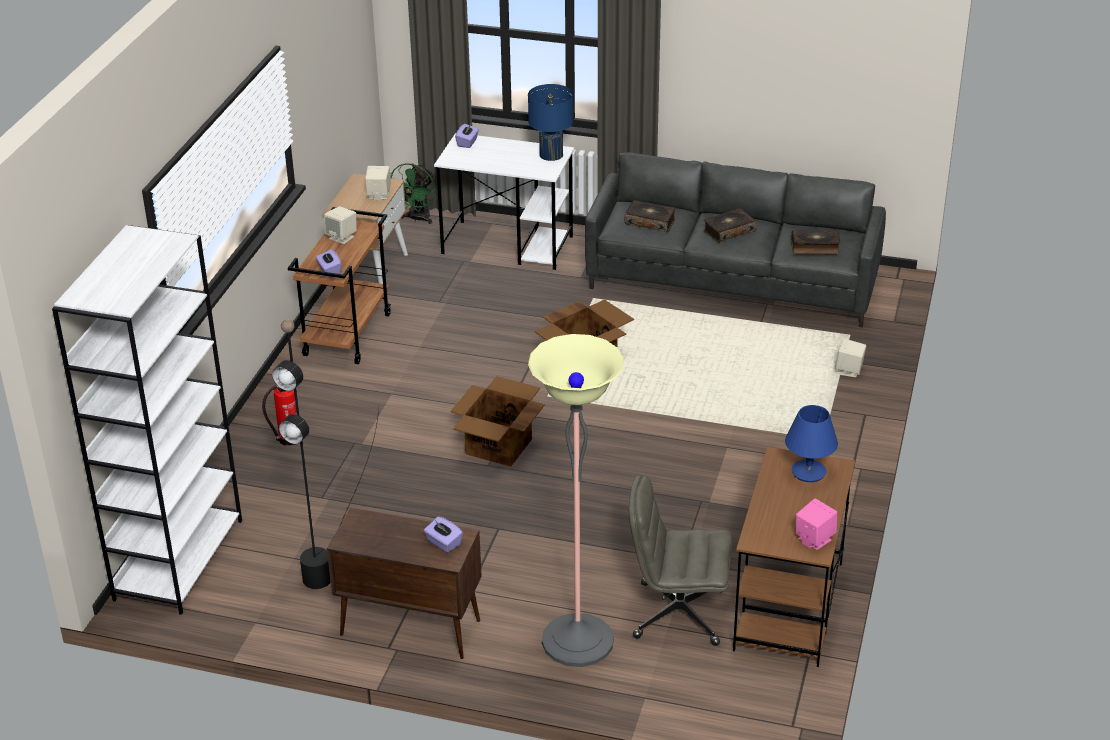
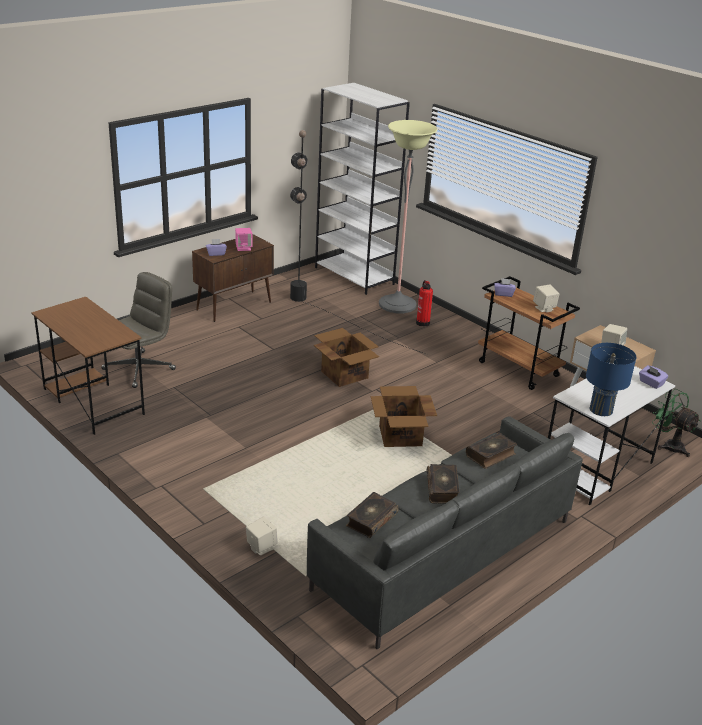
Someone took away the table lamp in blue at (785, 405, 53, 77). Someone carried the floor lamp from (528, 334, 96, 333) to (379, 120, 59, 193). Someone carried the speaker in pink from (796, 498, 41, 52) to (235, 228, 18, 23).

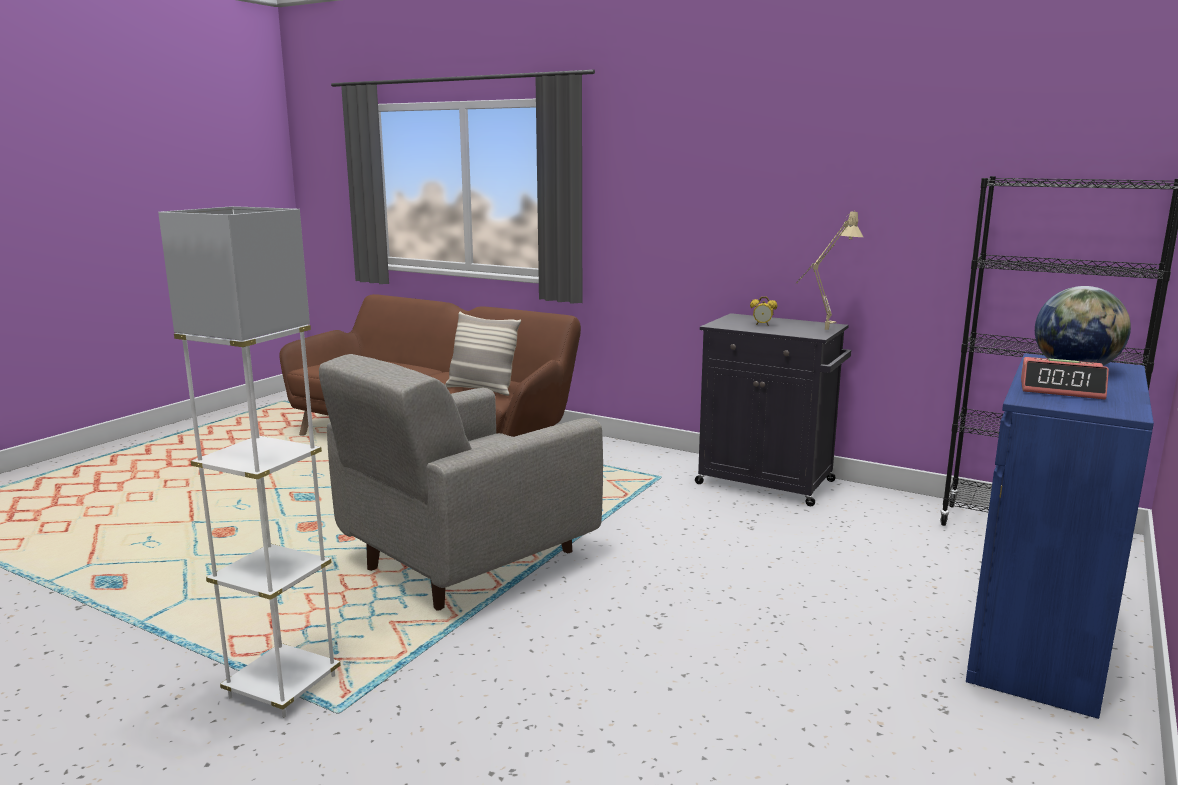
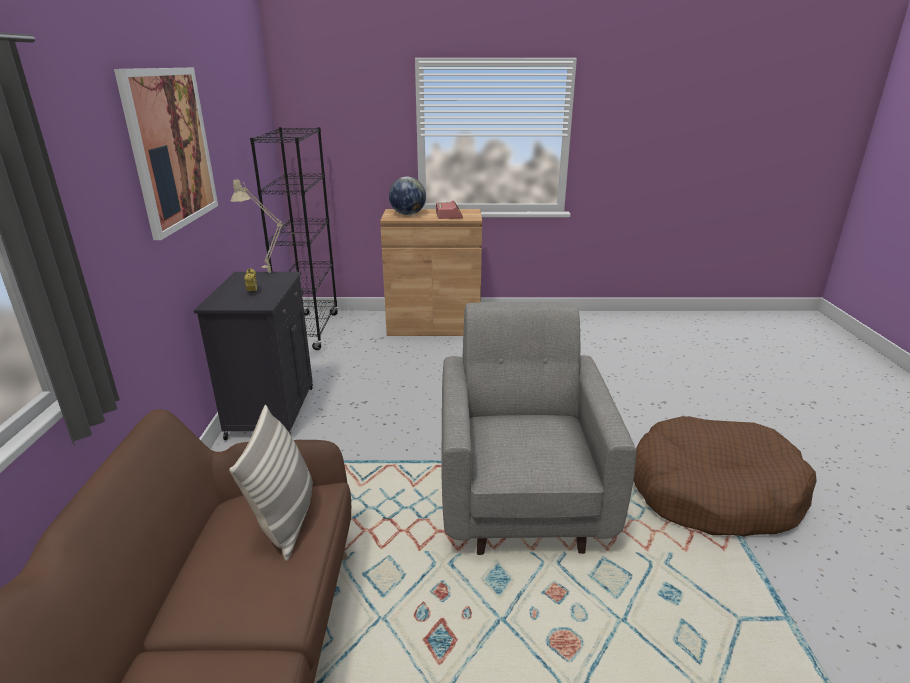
Someone put up the picture at (114, 68, 104, 172). Someone swapped the floor lamp in white at (158, 206, 183, 511) for the dog bed in brown at (634, 416, 183, 120). Someone repainted the cabinet in blue at (966, 353, 188, 366), which became the cabinet in brown at (380, 209, 102, 127). Someone rotated the armchair in grey at (319, 354, 284, 257) by 105 degrees counterclockwise.

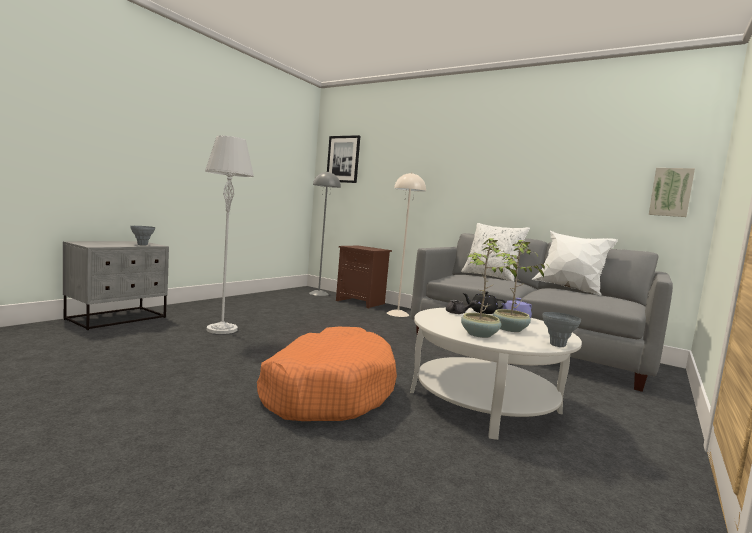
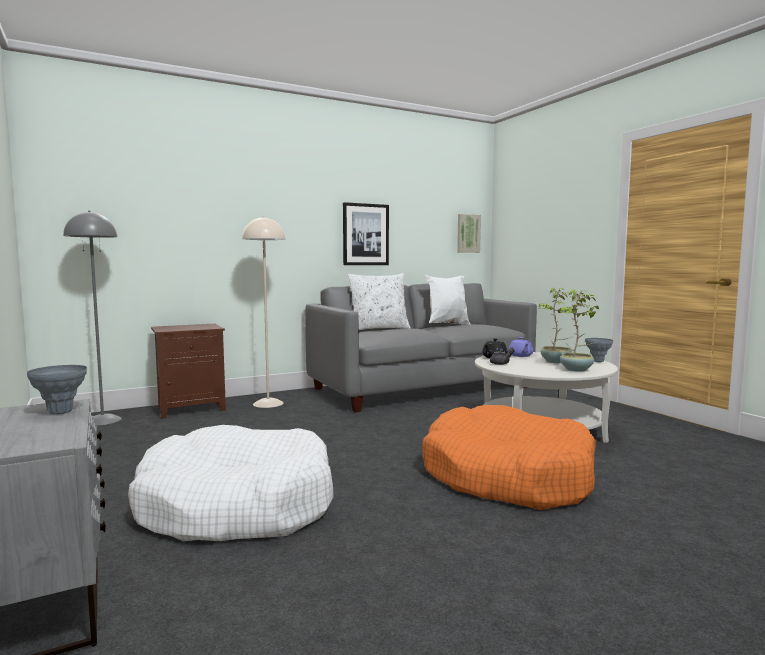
Someone carried the picture from (327, 135, 33, 48) to (343, 202, 46, 63). Someone swapped the floor lamp in grey at (205, 135, 49, 199) for the dog bed in white at (128, 425, 205, 116).

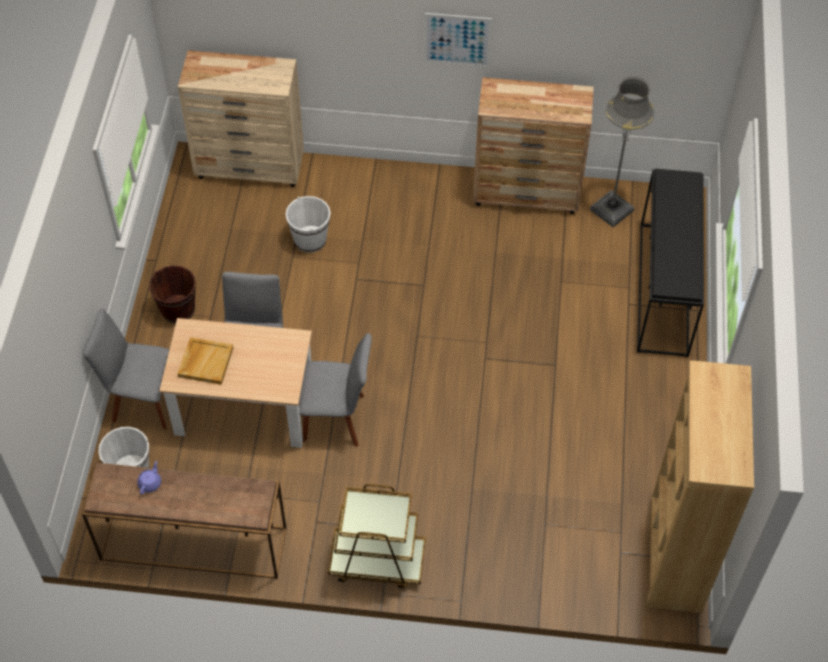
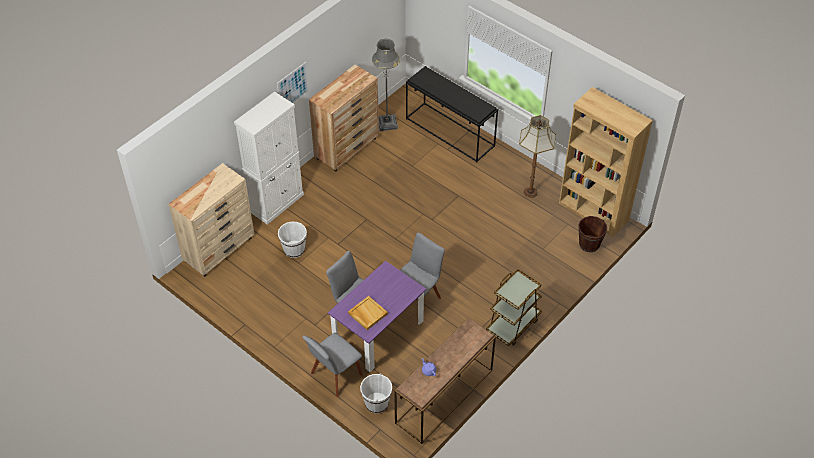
Someone put down the cabinet in white at (234, 92, 70, 132). Someone put down the floor lamp at (519, 115, 37, 83). Someone carried the bucket in brown from (149, 266, 47, 57) to (578, 216, 29, 36). Someone repainted the dining table in beige at (159, 318, 153, 130), which became the dining table in purple at (328, 261, 98, 111).

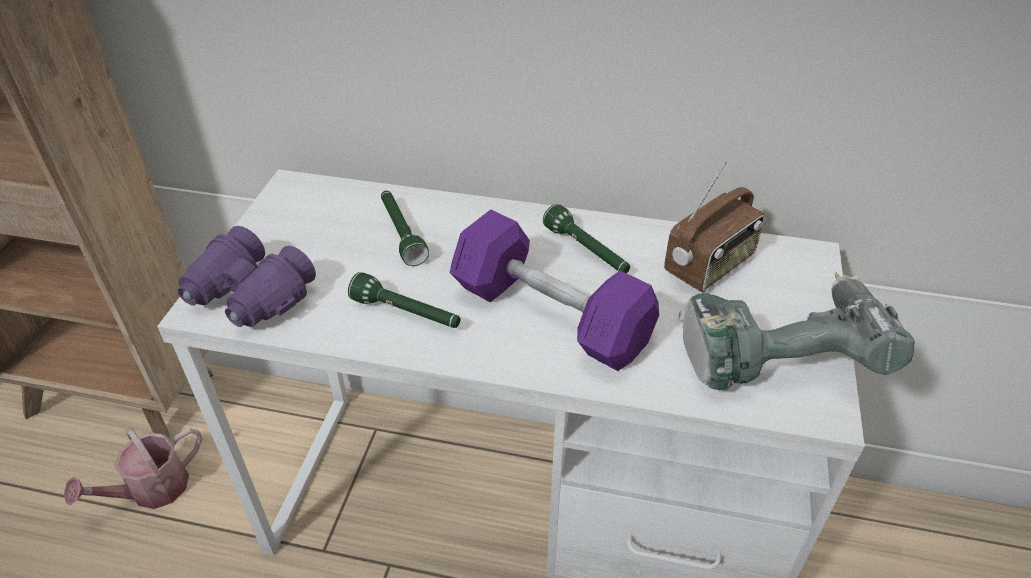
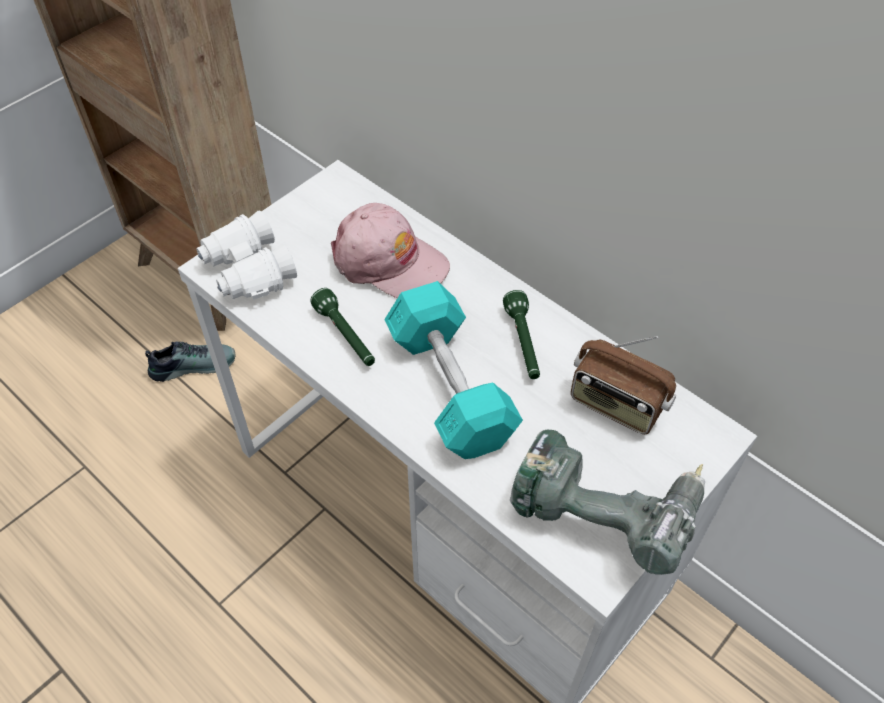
Someone swapped the watering can at (64, 427, 138, 82) for the shoe at (145, 341, 90, 41). Someone swapped the flashlight in green at (381, 191, 48, 75) for the cap in pink at (331, 203, 119, 95). Someone repainted the binoculars in purple at (178, 226, 138, 101), which became the binoculars in white at (196, 210, 101, 90). Someone repainted the dumbbell in purple at (450, 209, 209, 162), which became the dumbbell in turquoise at (384, 281, 139, 178). Someone rotated the radio at (664, 161, 101, 131) by 45 degrees clockwise.

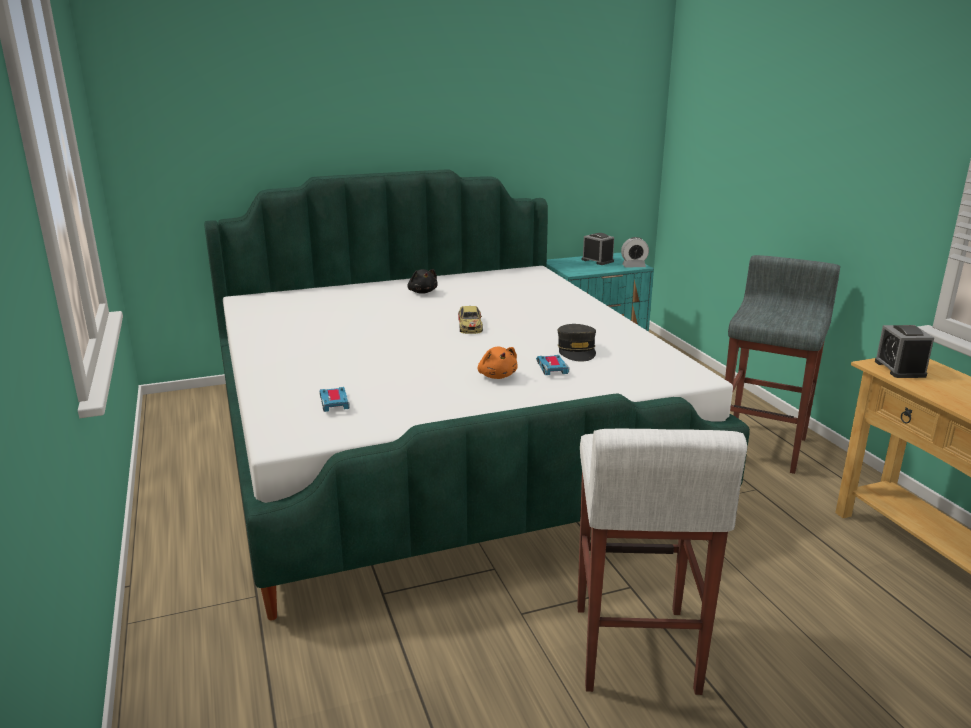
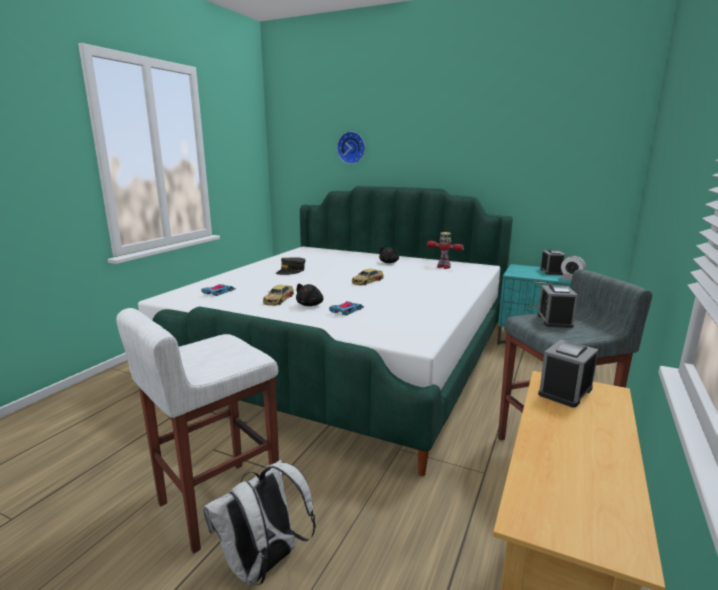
Someone put down the backpack in white at (203, 460, 113, 125). Someone put down the toy car at (263, 285, 31, 21). Someone put up the wall clock at (337, 132, 28, 32). Someone put down the toy robot at (427, 232, 37, 37). Someone put down the alarm clock at (538, 285, 40, 43). Someone carried the cap in grey from (558, 324, 38, 37) to (276, 257, 30, 18). Someone repainted the plush toy in orange at (478, 347, 40, 32), which became the plush toy in black at (296, 283, 27, 23).

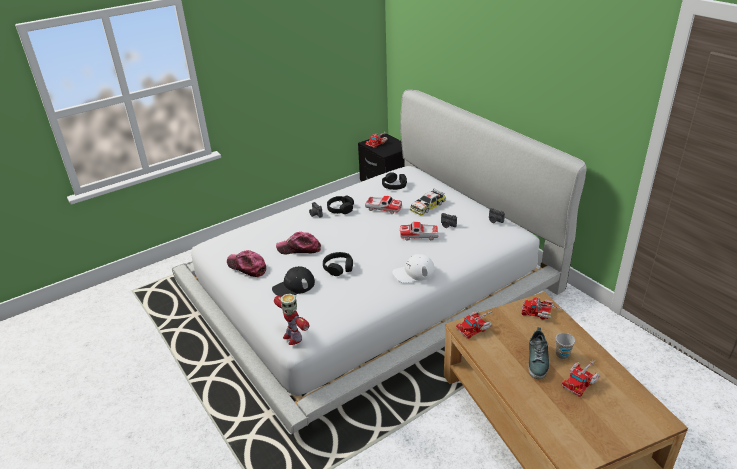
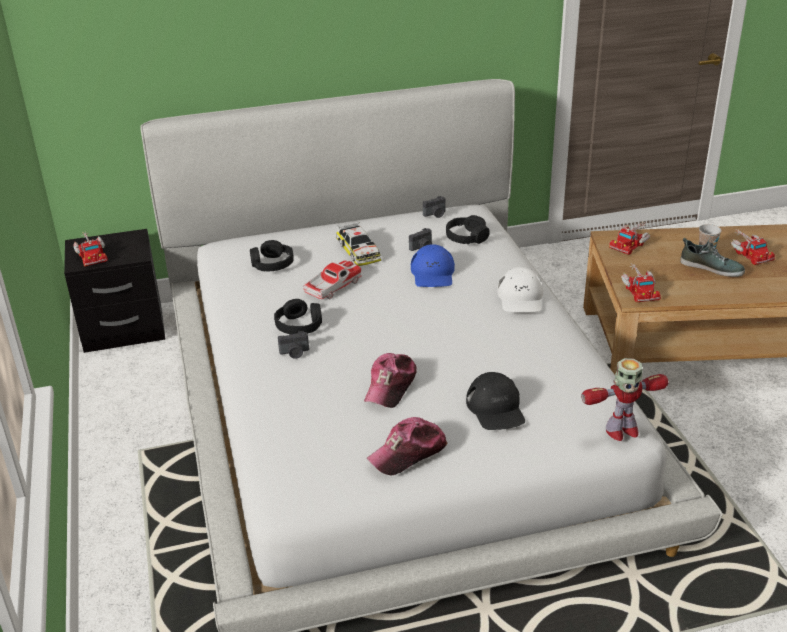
Someone carried the headphones in black from (323, 252, 30, 24) to (446, 215, 44, 29). Someone swapped the toy car at (400, 222, 39, 19) for the cap in blue at (411, 244, 44, 43).

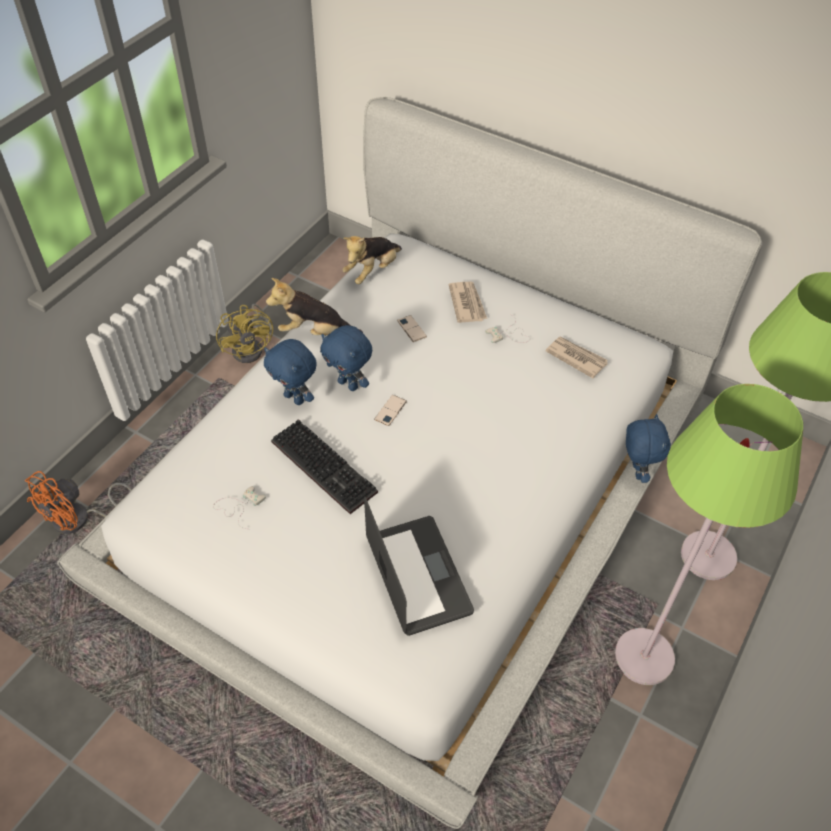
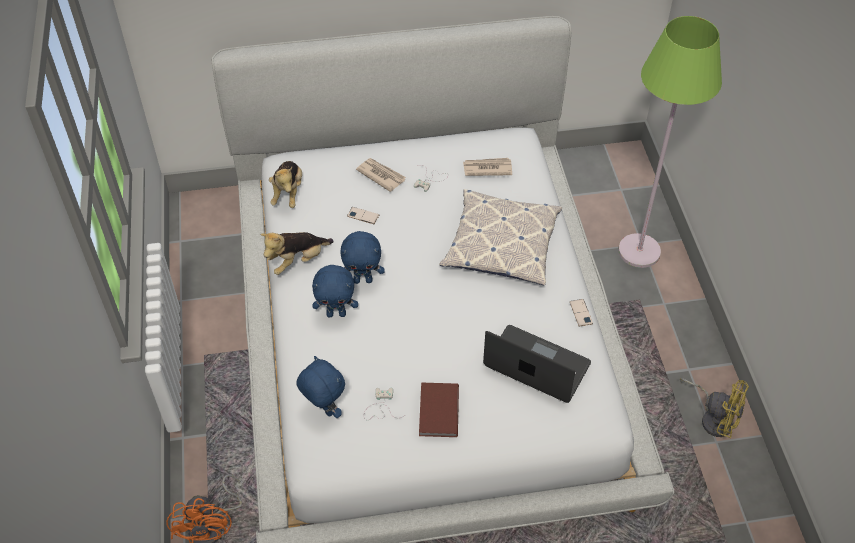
Someone took away the keyboard at (271, 419, 107, 95). Someone took away the floor lamp in green at (615, 384, 188, 301). Someone put down the book in brown at (419, 382, 40, 55). Someone put down the pillow at (439, 189, 123, 97). Someone carried the fan in yellow from (216, 304, 57, 59) to (680, 378, 69, 60). Someone carried the phone from (374, 395, 33, 31) to (570, 299, 23, 28). Someone carried the plush toy in blue from (626, 414, 45, 69) to (296, 356, 49, 62).

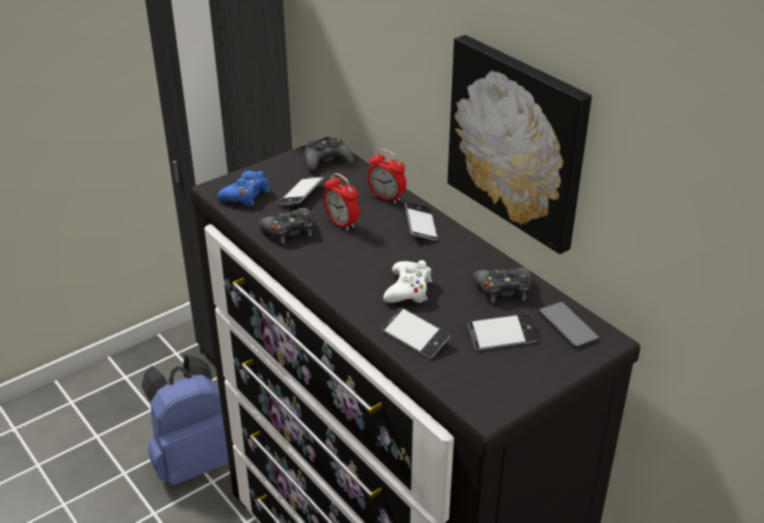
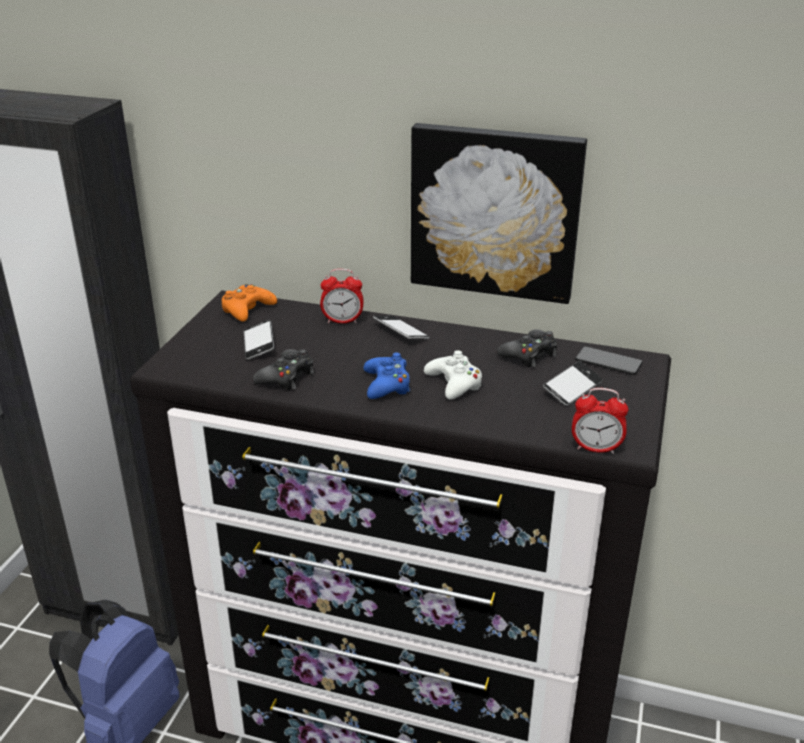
Someone took away the phone at (382, 307, 68, 52). Someone carried the game controller in blue from (217, 171, 53, 35) to (363, 352, 48, 47). Someone carried the alarm clock from (323, 173, 37, 58) to (572, 388, 56, 66). Someone repainted the game controller in black at (305, 138, 49, 33), which became the game controller in orange at (221, 284, 56, 38).

